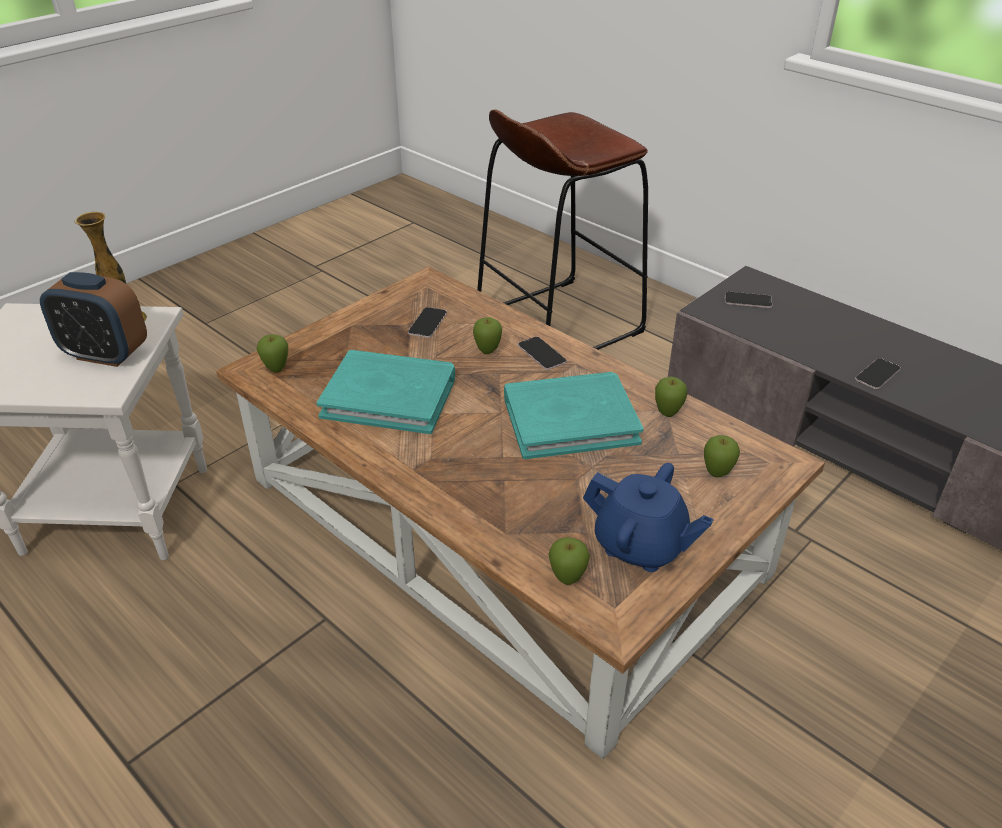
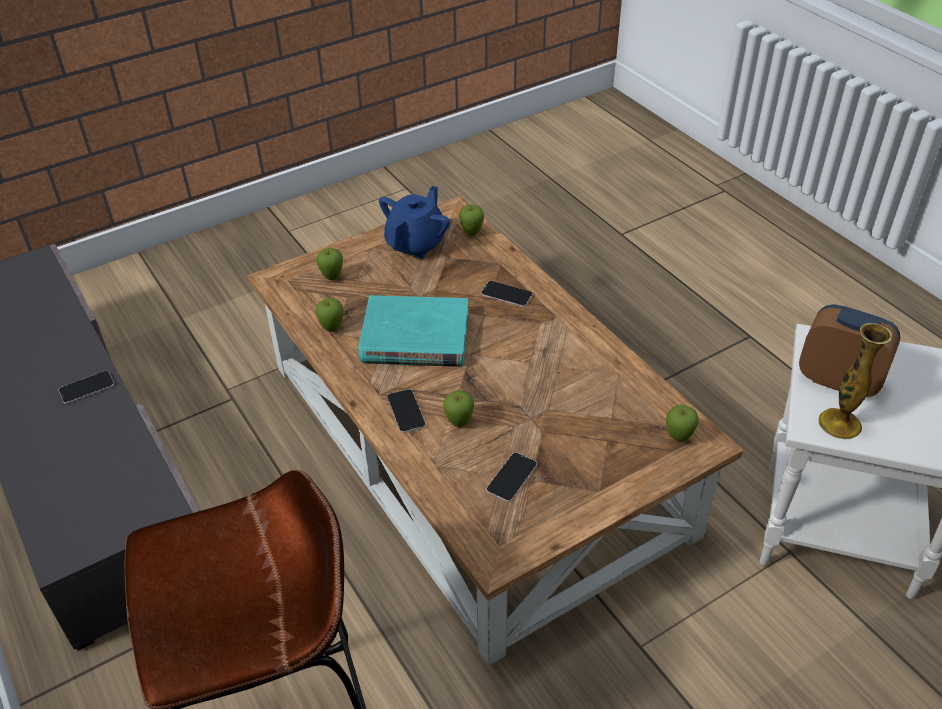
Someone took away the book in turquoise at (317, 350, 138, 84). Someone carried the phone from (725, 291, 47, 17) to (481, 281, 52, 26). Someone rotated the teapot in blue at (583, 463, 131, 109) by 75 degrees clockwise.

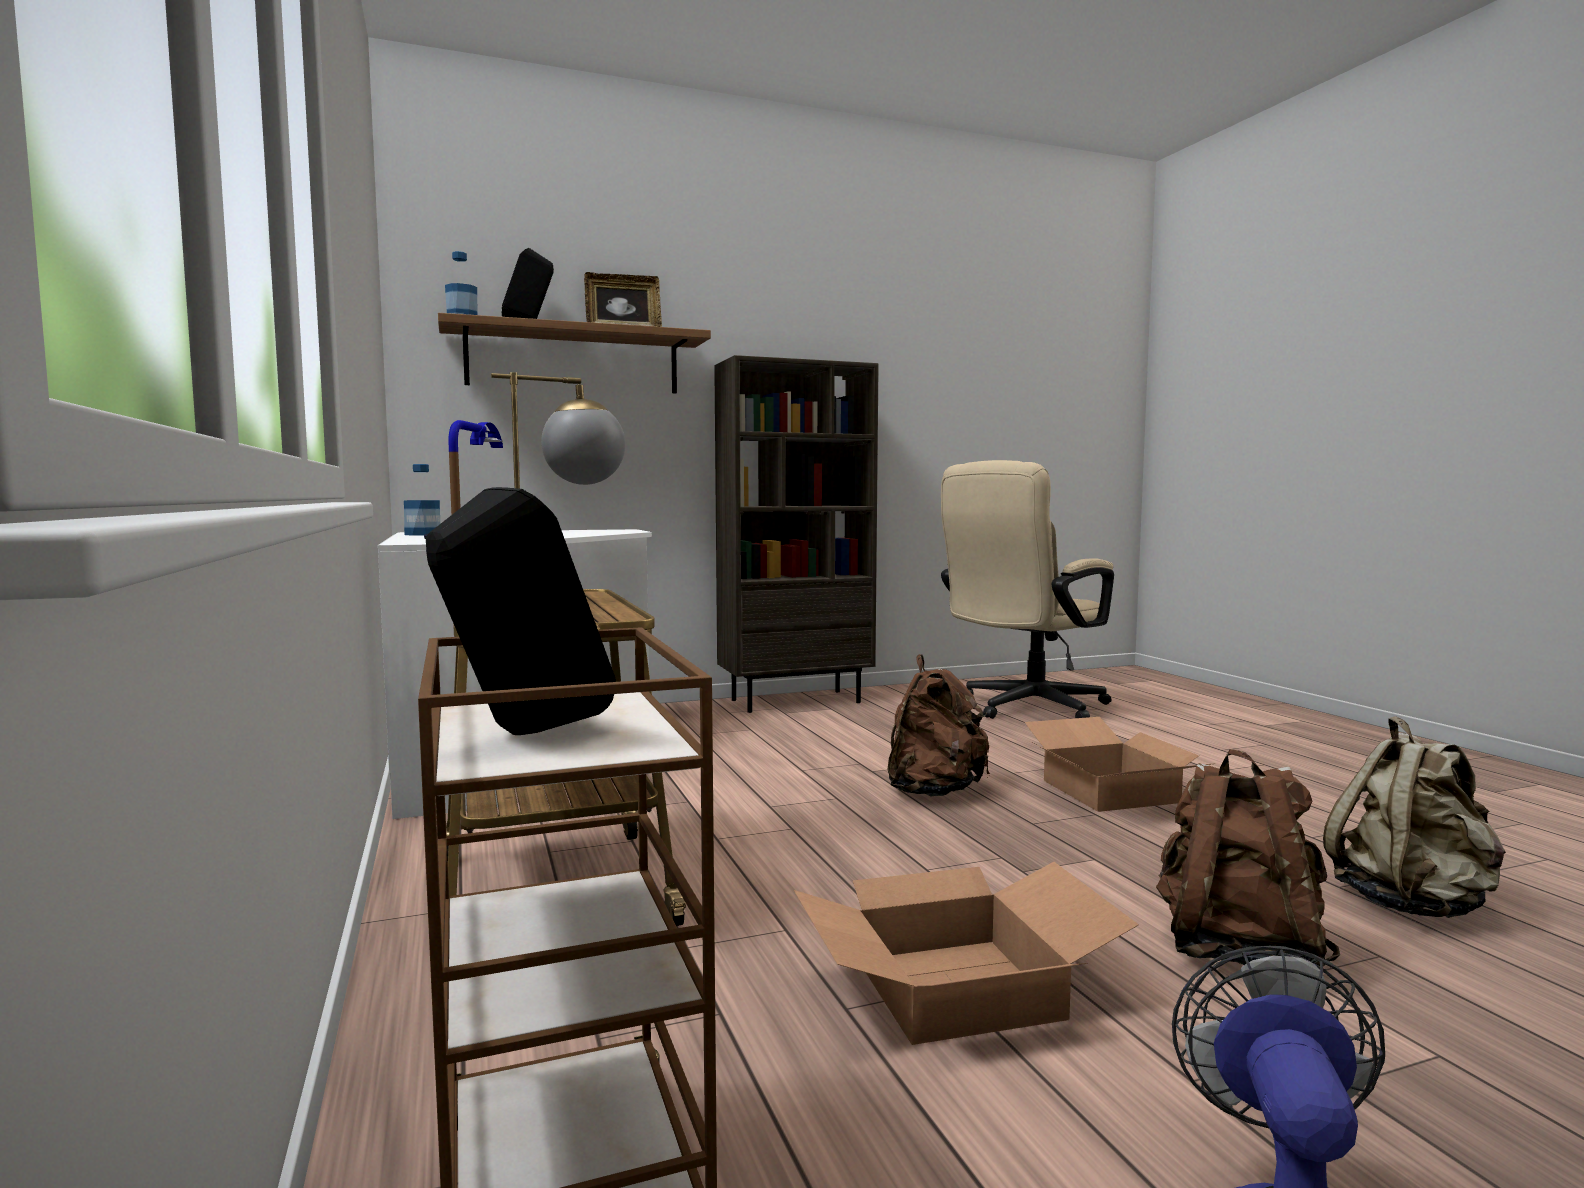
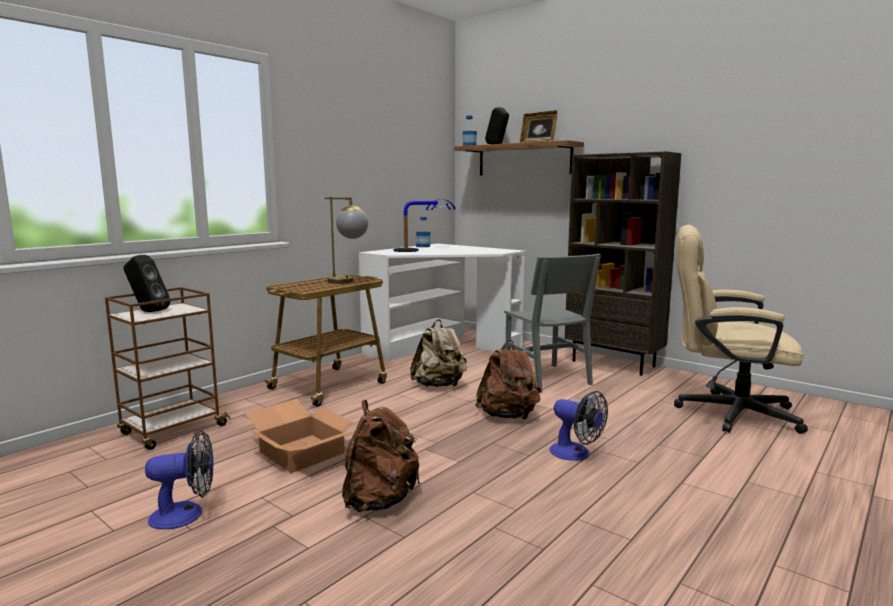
Someone put down the chair in grey at (504, 254, 97, 139). Someone carried the backpack in beige from (1323, 716, 183, 202) to (410, 319, 57, 68). Someone swapped the cardboard box at (1025, 717, 191, 95) for the fan at (549, 391, 59, 70).

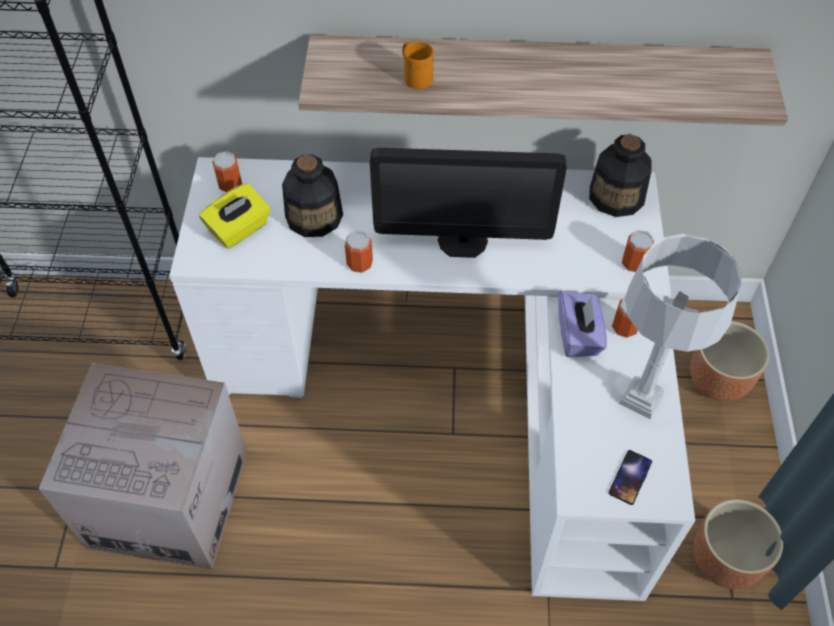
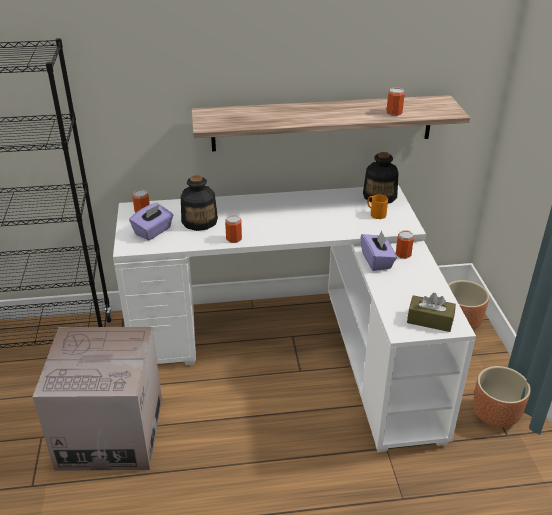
Someone took away the monitor at (370, 148, 197, 110). Someone took away the table lamp in grey at (619, 234, 122, 185). Someone carried the mug in orange from (402, 42, 32, 47) to (367, 194, 21, 25). Someone carried the can from (622, 230, 32, 42) to (387, 87, 18, 29). Someone swapped the phone at (609, 450, 43, 55) for the tissue box in brown at (407, 293, 49, 39). Someone repainted the tissue box in yellow at (199, 183, 72, 65), which became the tissue box in purple at (129, 203, 44, 38).

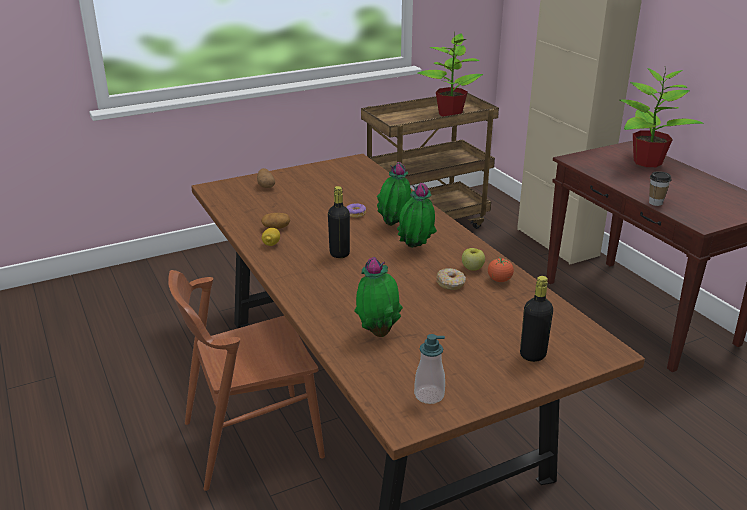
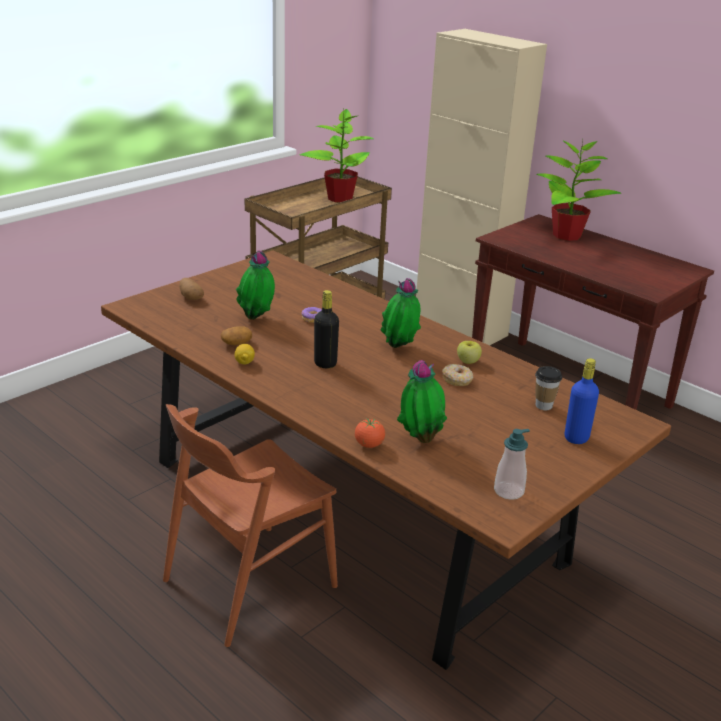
Someone carried the potted plant from (377, 162, 35, 64) to (236, 250, 39, 70). Someone carried the tomato from (488, 258, 26, 24) to (355, 419, 30, 29). Someone carried the cup from (649, 171, 23, 35) to (535, 366, 27, 44). Someone repainted the bottle in black at (520, 276, 33, 86), which became the bottle in blue at (565, 358, 34, 86).

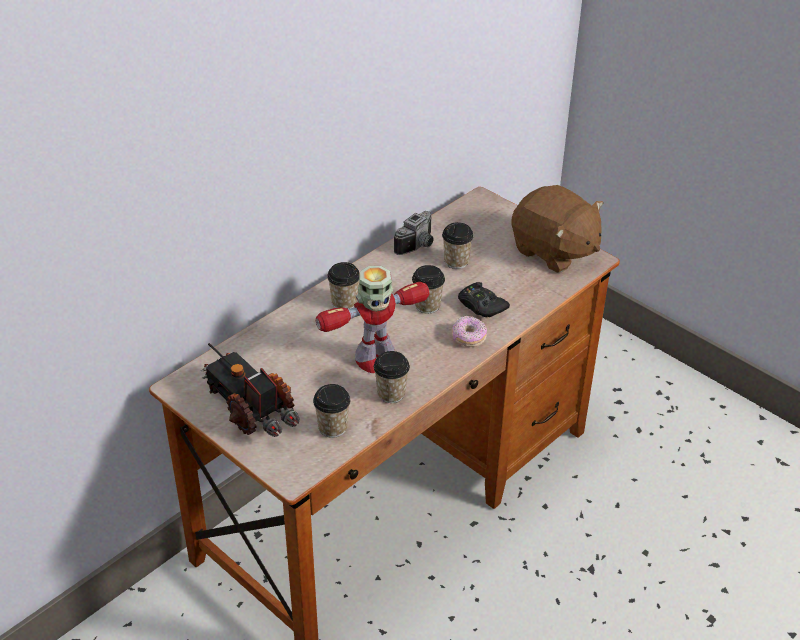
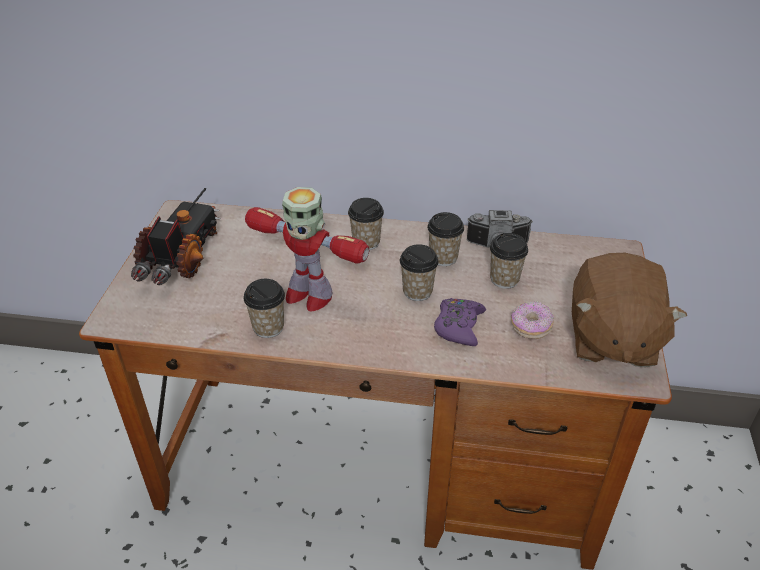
Someone carried the cup from (313, 384, 38, 54) to (427, 212, 37, 54). Someone carried the donut from (452, 316, 35, 31) to (511, 302, 43, 37). Someone repainted the game controller in black at (458, 282, 52, 35), which became the game controller in purple at (434, 298, 52, 48).

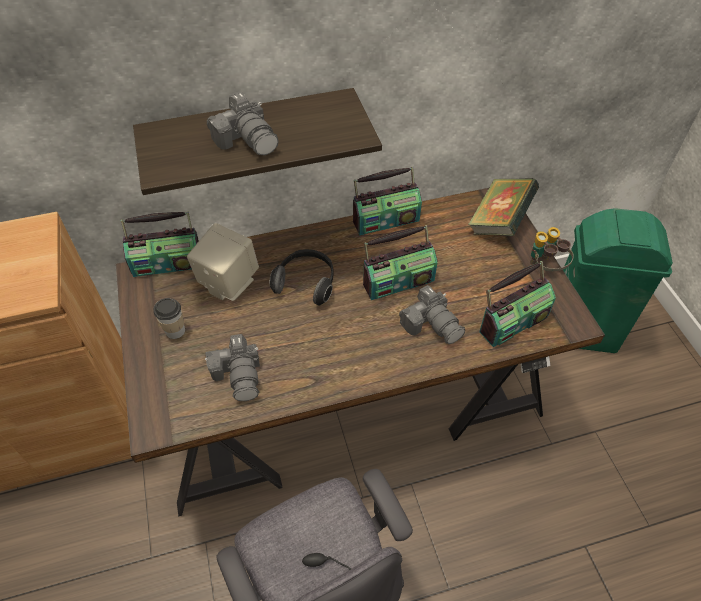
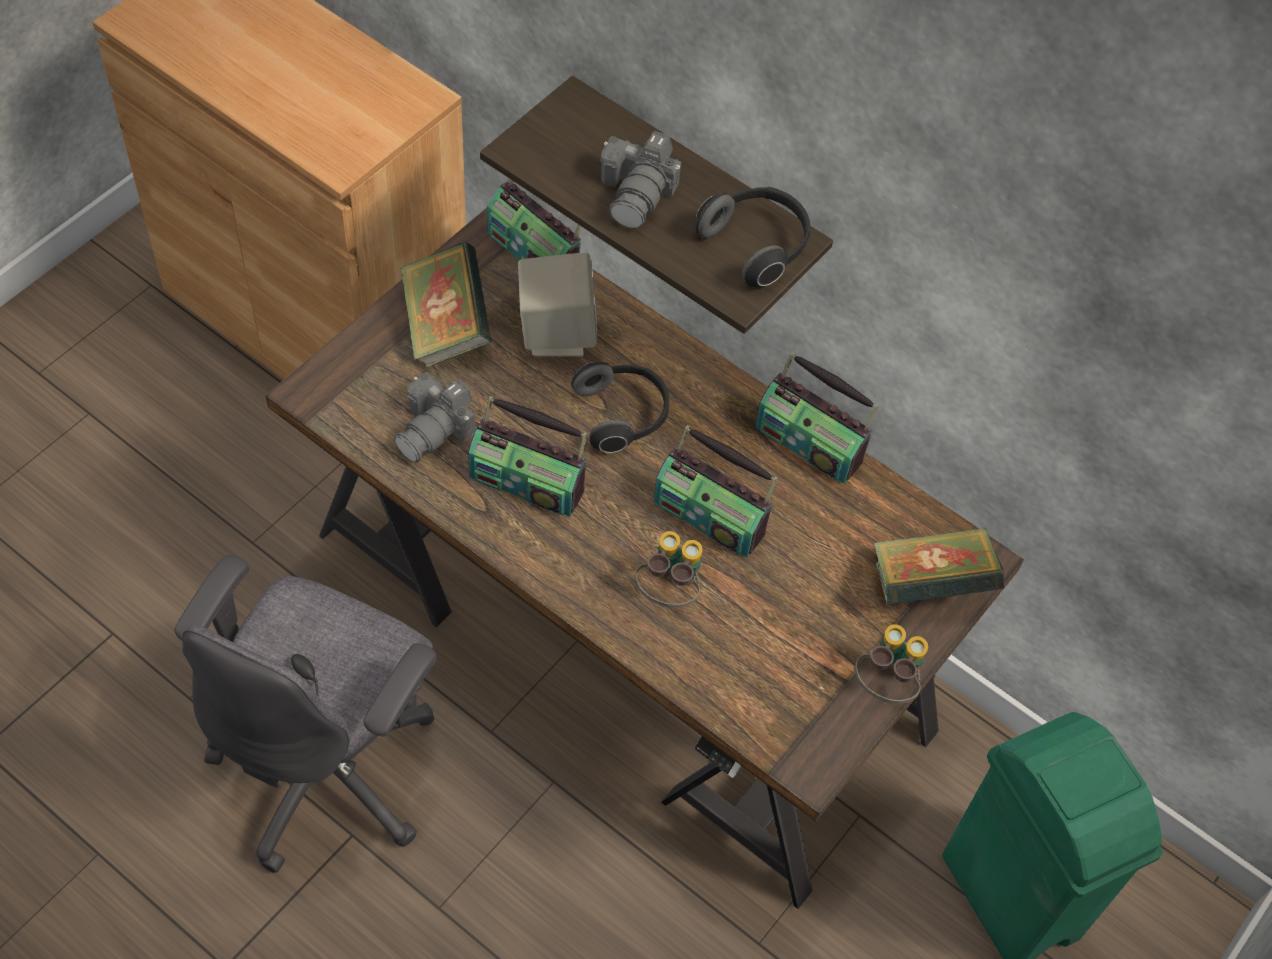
Someone put down the headphones at (696, 187, 114, 100). Someone carried the radio from (479, 261, 77, 86) to (468, 396, 120, 121). Someone swapped the cup at (154, 298, 31, 41) for the book at (400, 242, 92, 126). Someone swapped the photo camera at (399, 285, 66, 59) for the binoculars at (635, 531, 68, 77).

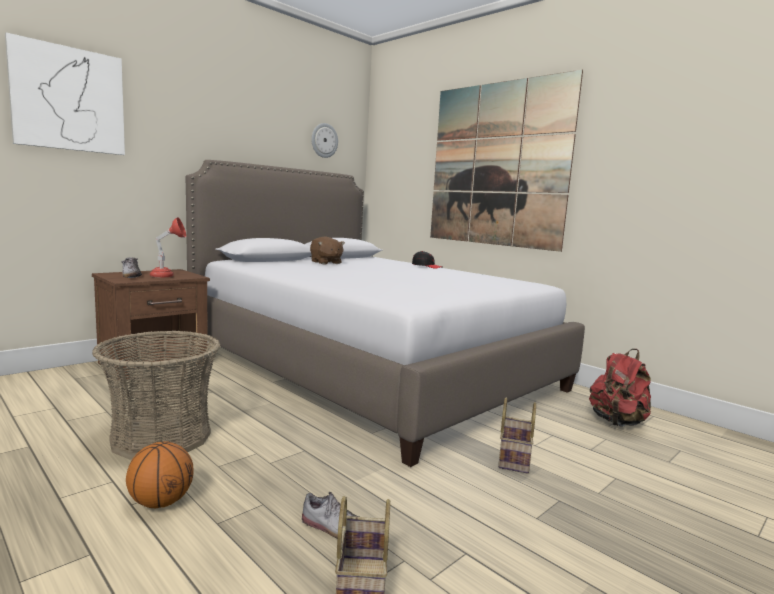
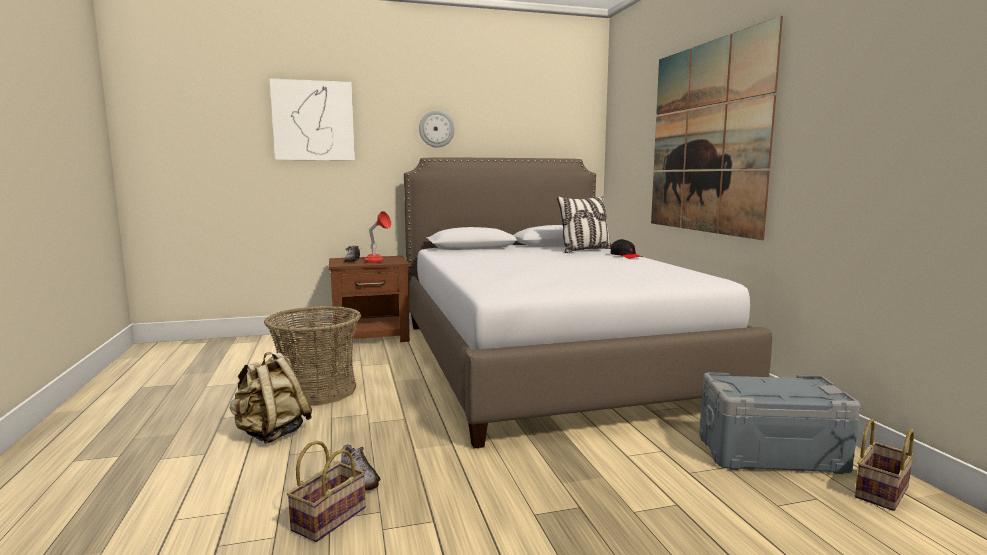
Someone took away the plush toy in brown at (310, 236, 35, 28). Someone put down the pillow at (557, 196, 54, 57). Someone carried the wall clock from (311, 123, 27, 35) to (419, 111, 36, 37). Someone carried the basket from (498, 398, 38, 76) to (855, 419, 59, 92). Someone swapped the basketball at (126, 441, 68, 67) for the backpack in beige at (230, 352, 82, 92). Someone swapped the backpack in red at (589, 349, 62, 78) for the storage box in grey at (699, 373, 161, 101).

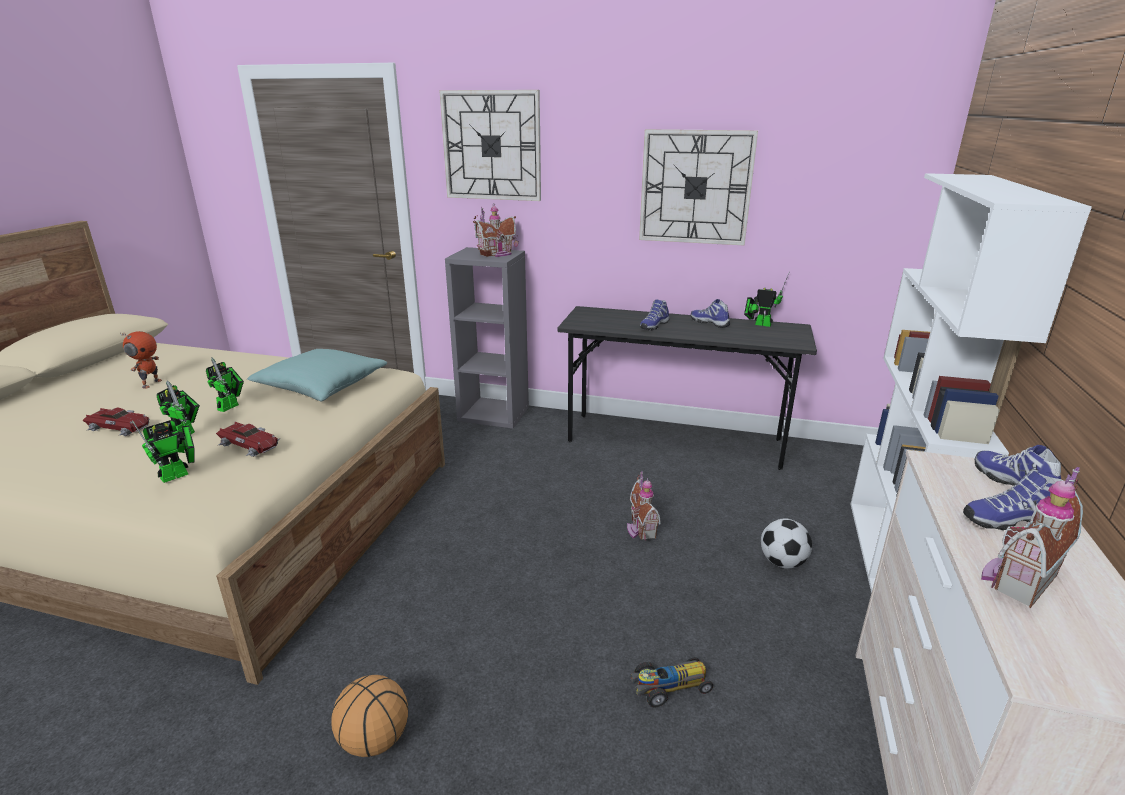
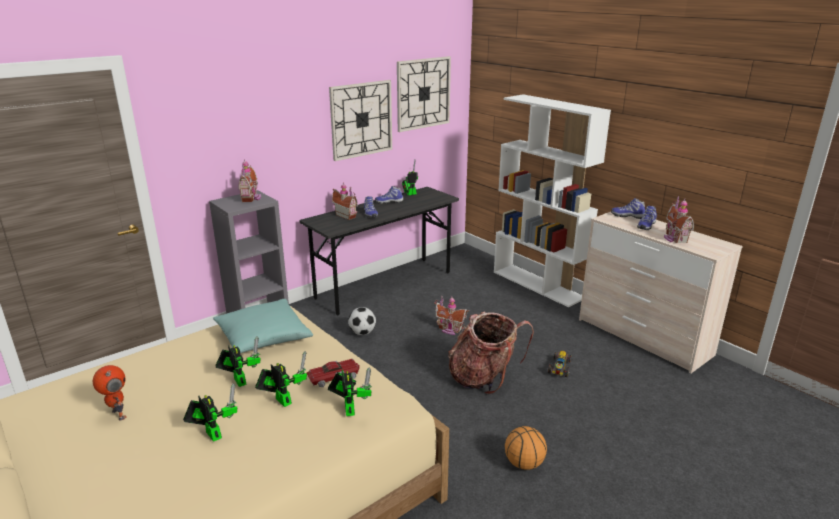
Someone put down the toy house at (332, 182, 26, 38). Someone put down the backpack at (448, 311, 86, 83). Someone carried the wall clock from (439, 90, 102, 111) to (397, 56, 54, 76). Someone carried the football from (761, 518, 51, 51) to (348, 307, 28, 28). Someone swapped the toy car at (83, 407, 67, 29) for the toy robot at (183, 383, 54, 59).

